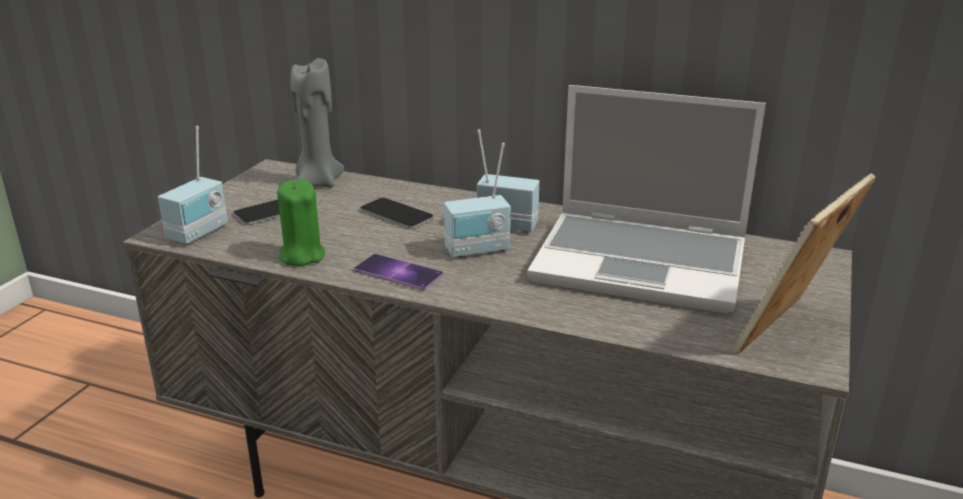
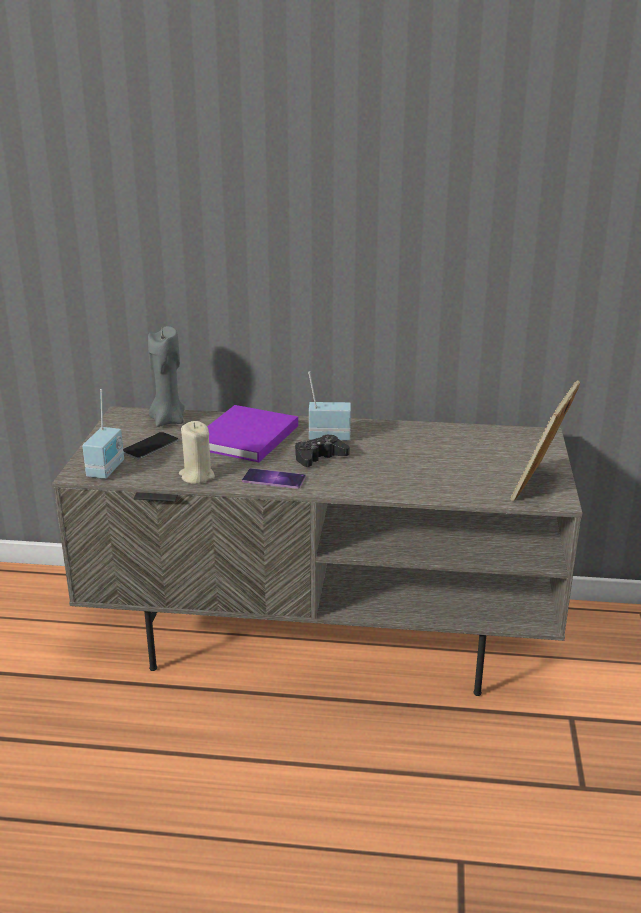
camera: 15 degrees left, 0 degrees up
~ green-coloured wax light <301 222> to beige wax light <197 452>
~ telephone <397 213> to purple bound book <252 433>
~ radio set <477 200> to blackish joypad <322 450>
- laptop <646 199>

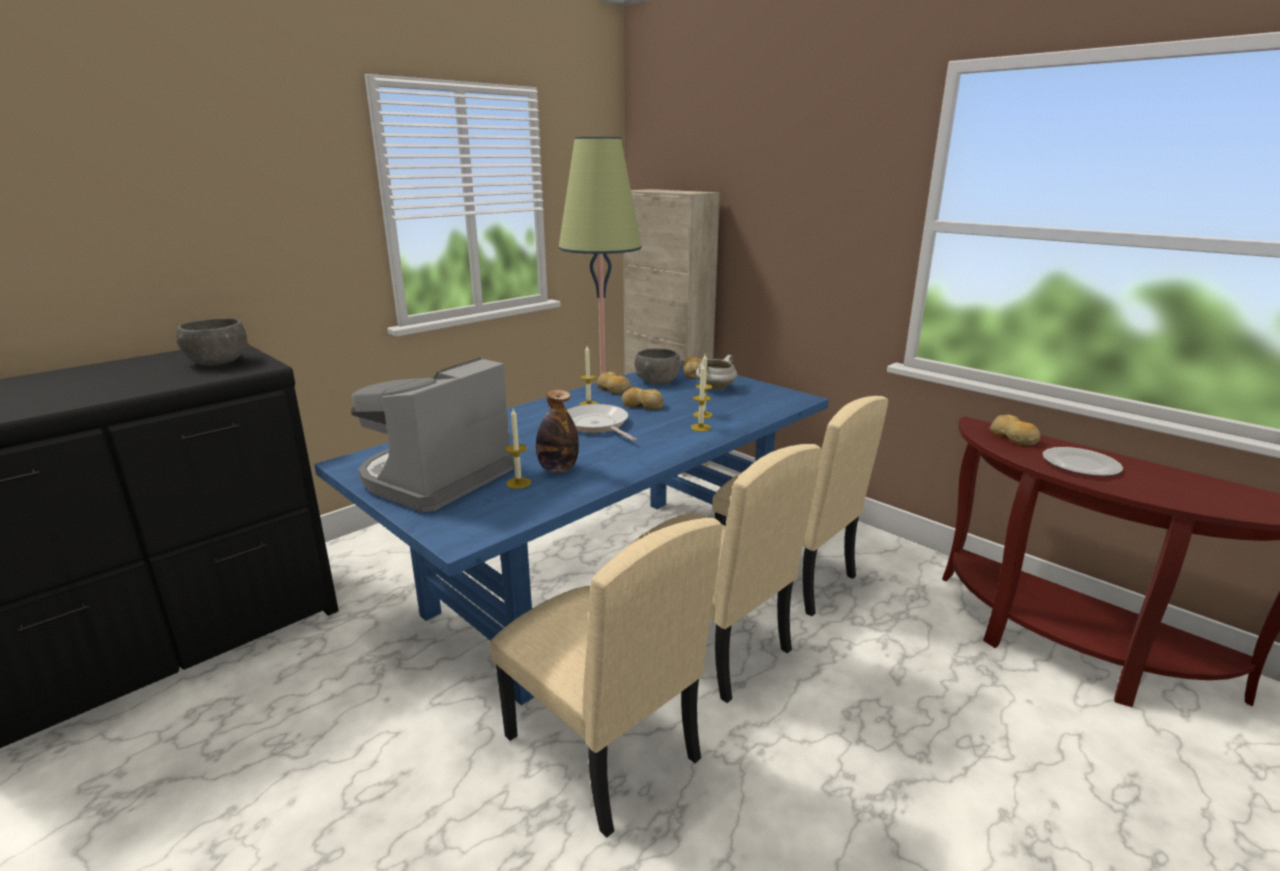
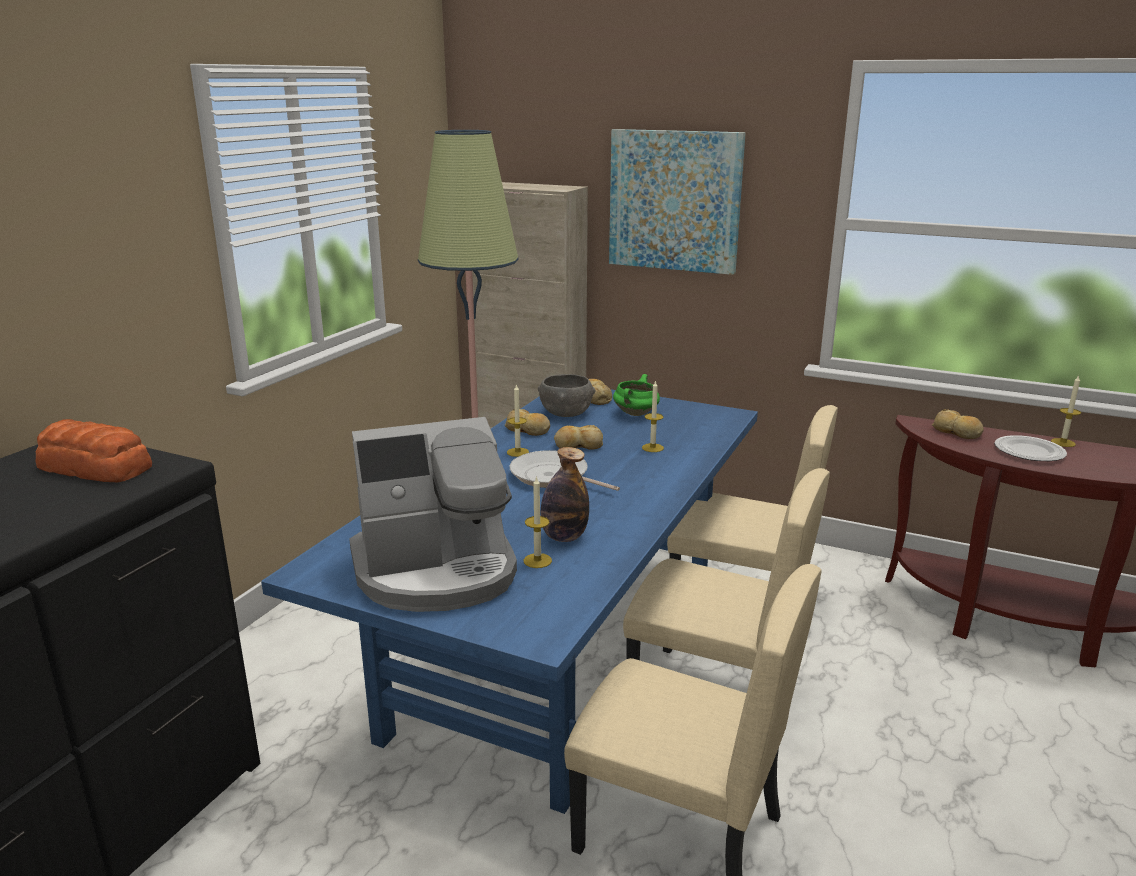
camera: 20 degrees left, 0 degrees up
~ grey serving bowl <212 341> to bakery bread <94 450>
~ coffee machine <432 434> = <433 514> 120 degrees counterclockwise
~ wax light <701 398> to <1066 411>
~ whitish stockpot <716 372> to green-coloured stockpot <636 395>
+ picture <677 202>

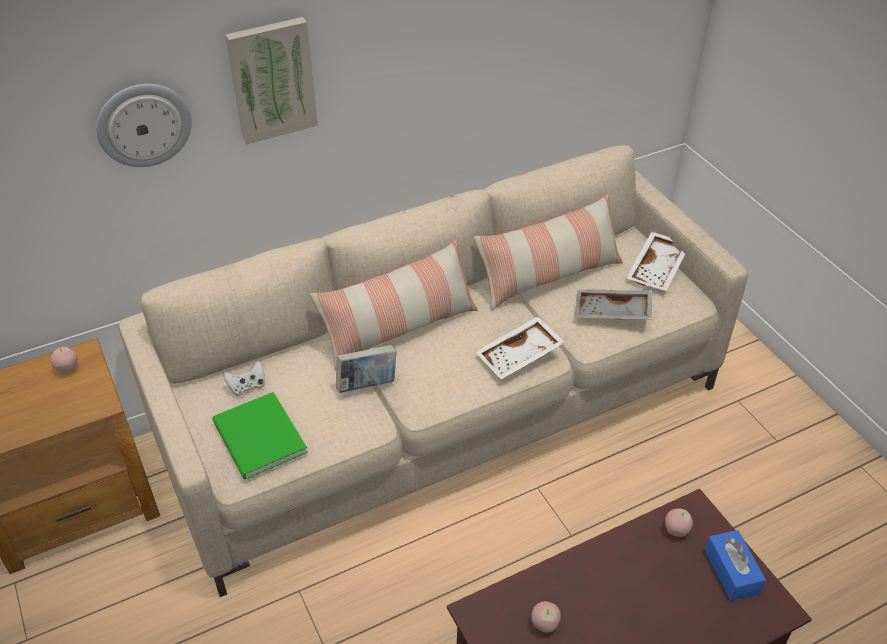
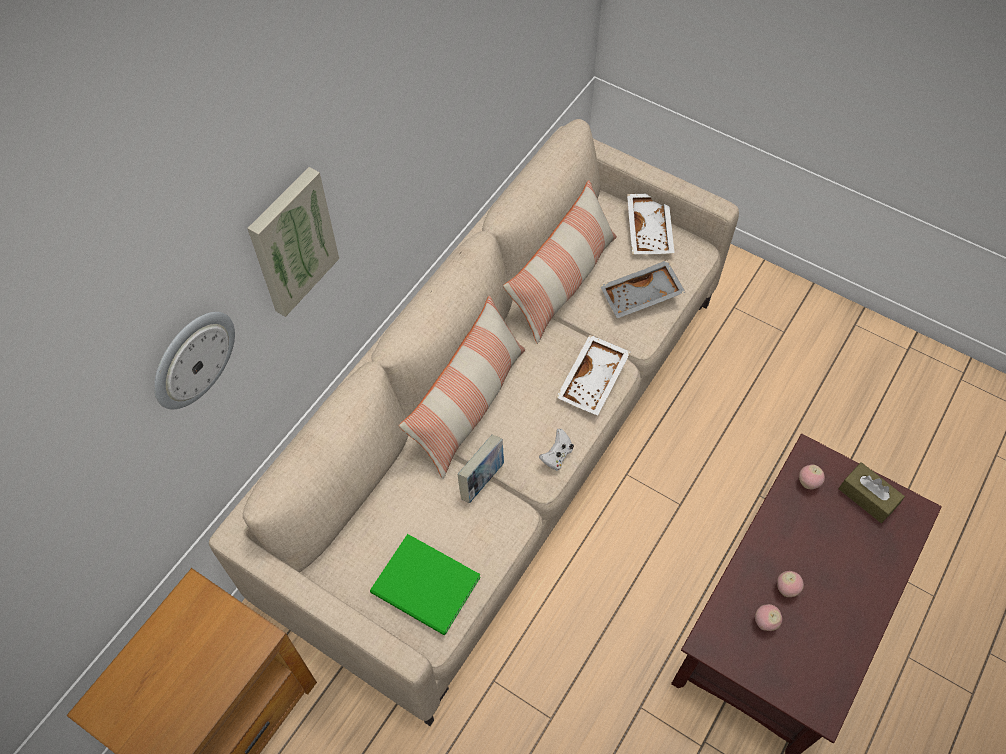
camera: 30 degrees left, 15 degrees up
~ apple <63 360> to <790 584>
~ whitish joypad <244 378> to <556 450>
~ bluish tissue box <735 565> to brown tissue box <871 492>

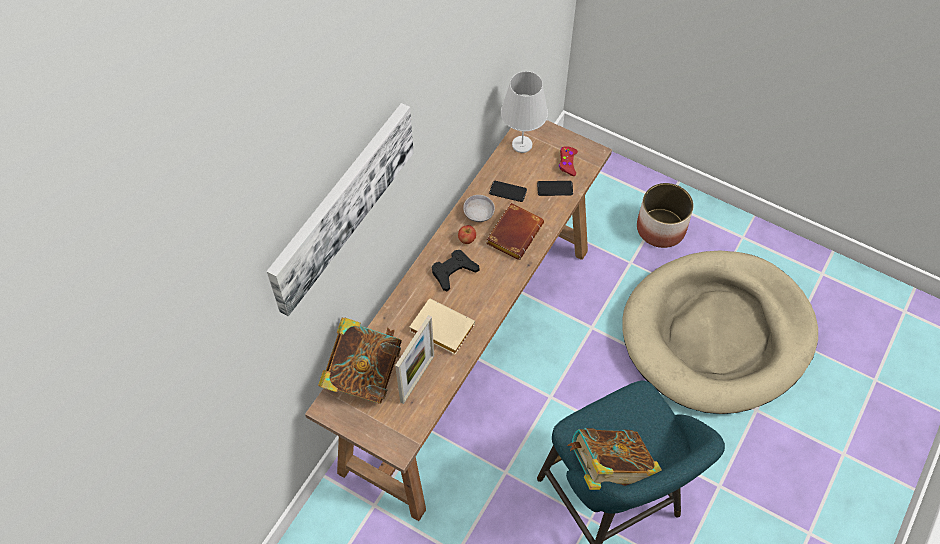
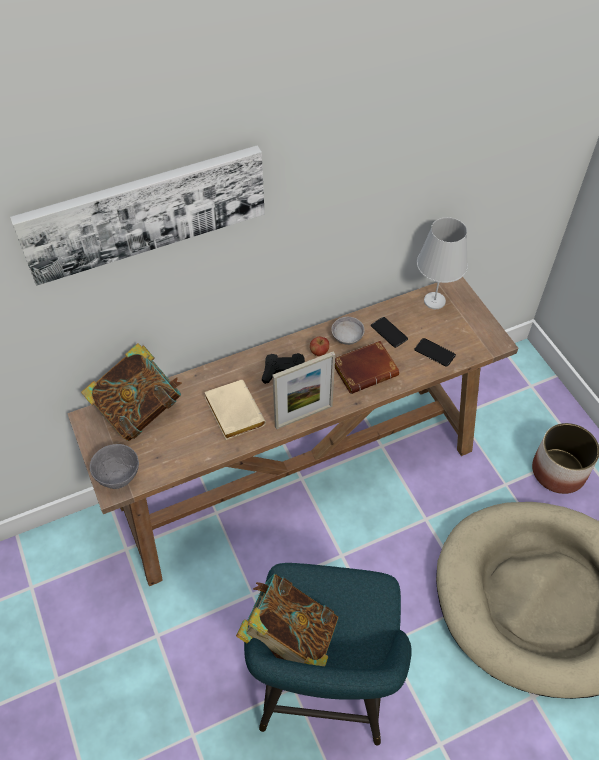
camera: 35 degrees right, 5 degrees down
~ standing frame <414 359> to <304 390>
- red joypad <568 161>
+ grey serving bowl <114 466>

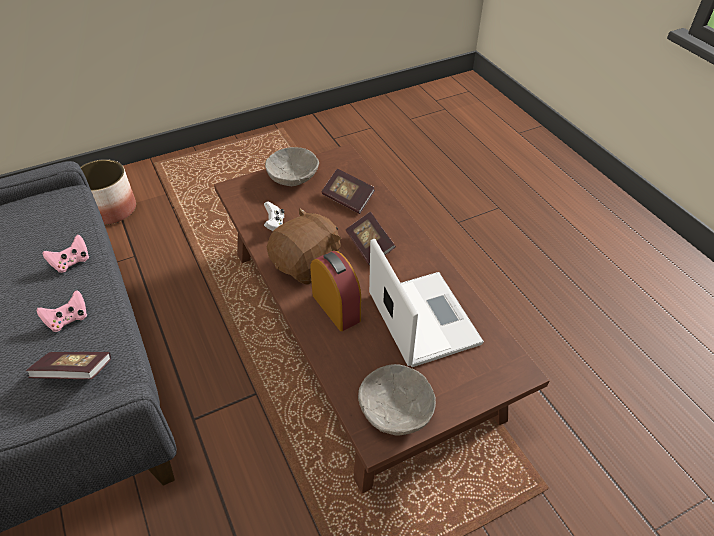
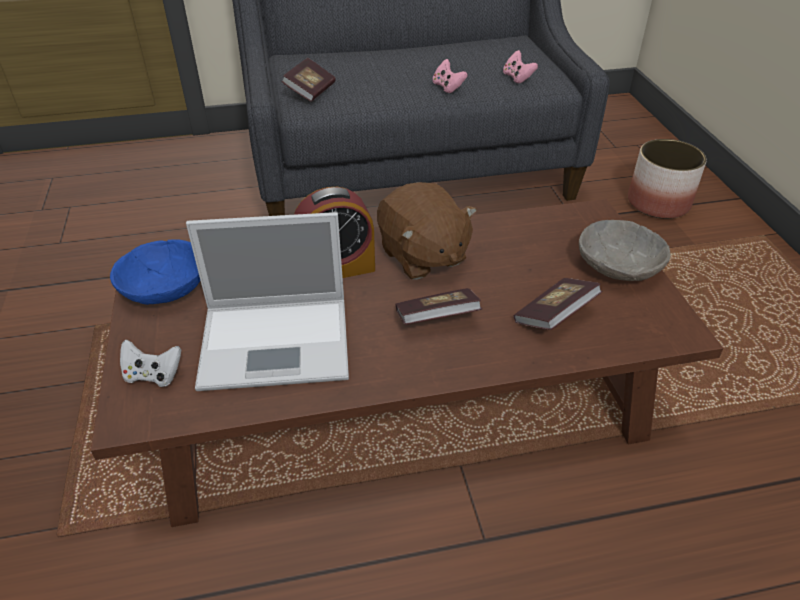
camera: 105 degrees right, 5 degrees down
~ pink-coloured joypad <61 311> to <520 67>
~ whitish joypad <274 216> to <150 363>
~ grey serving bowl <397 400> to bluish serving bowl <155 272>

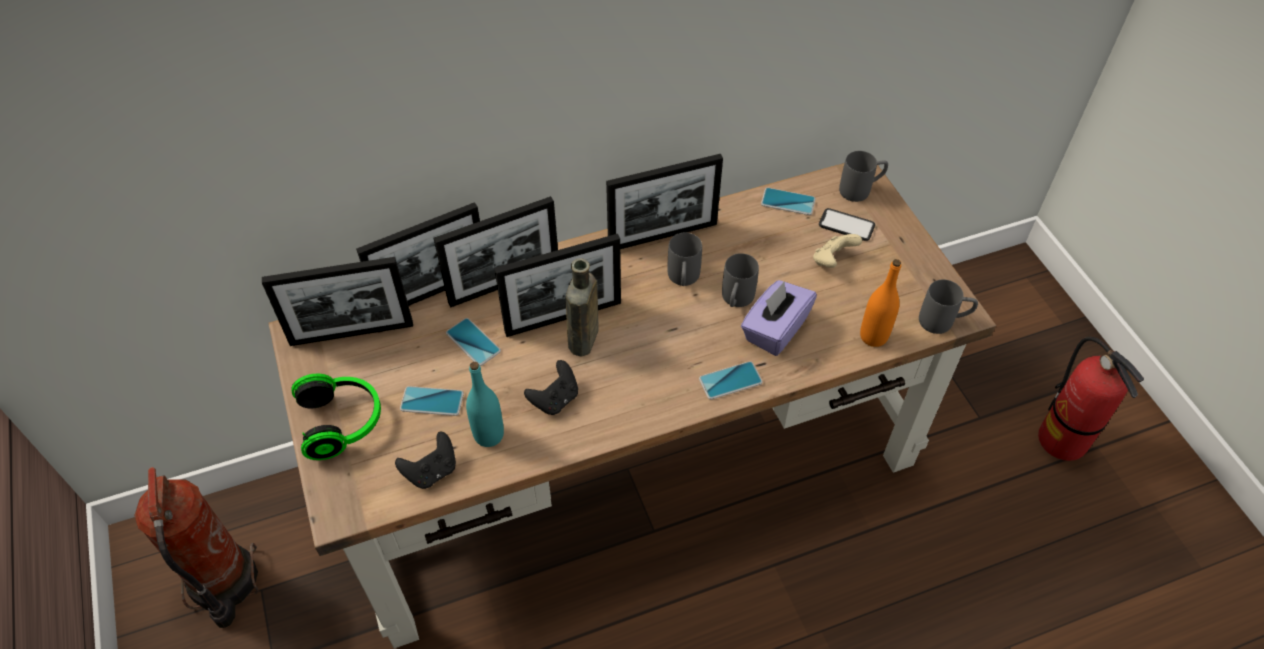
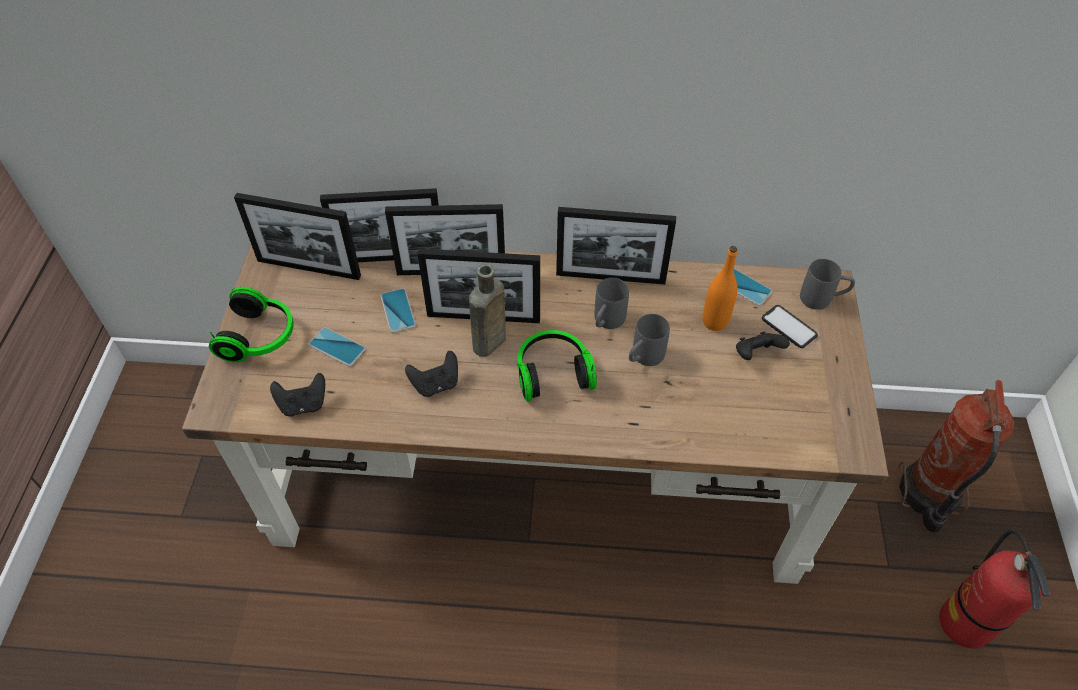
camera: 25 degrees right, 0 degrees up
~ extinguisher <196 547> to <956 456>
- blue-green bottle <485 404>
- telephone <731 380>
- purple tissue box <779 318>
~ beige joypad <837 251> to blackish joypad <763 346>
~ orangey bottle <880 303> to <720 288>
- grey coffee mug <948 306>
+ pair of headphones <557 366>

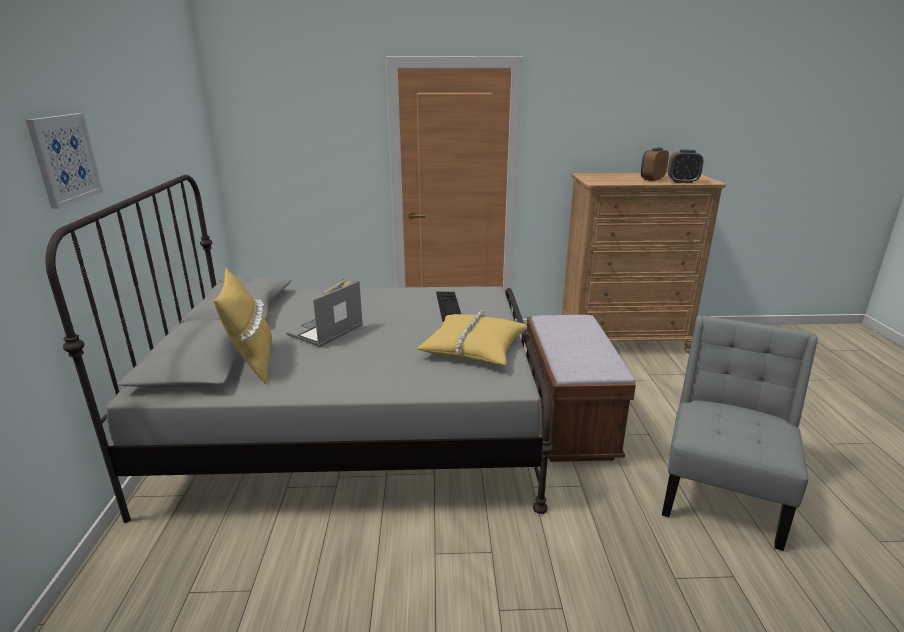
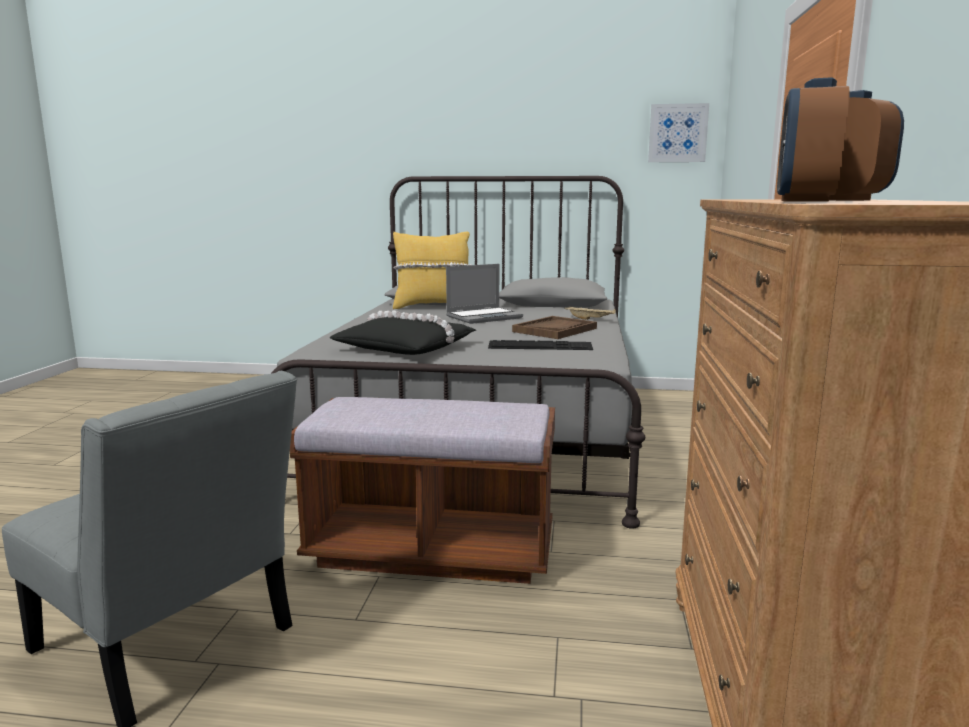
camera: 100 degrees right, 10 degrees down
~ picture <64 161> to <678 132>
~ laptop <324 314> = <484 294> 105 degrees clockwise
~ yellow cushion <471 337> to blackish cushion <402 333>
+ brown serving tray <554 327>

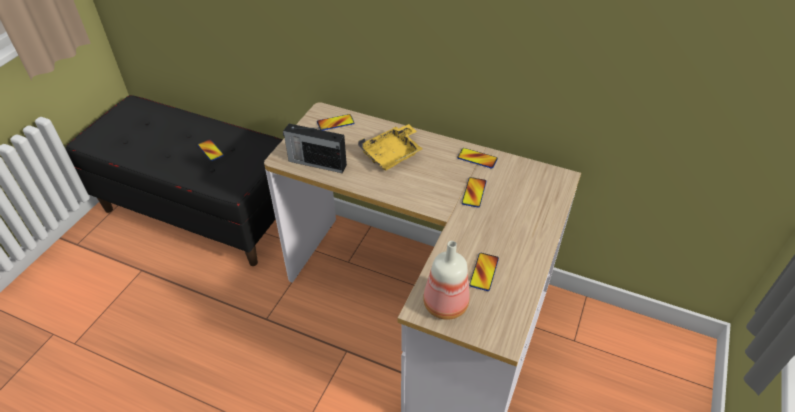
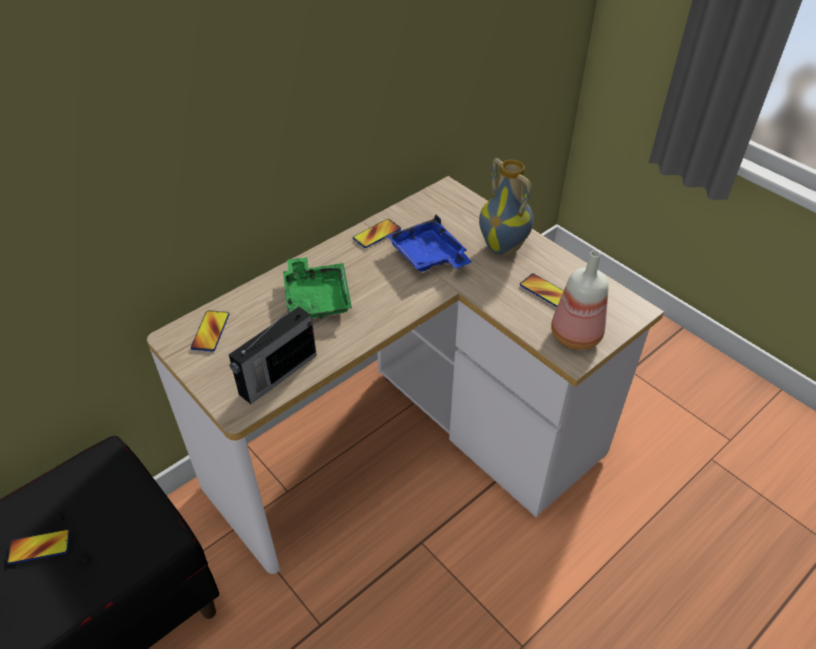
camera: 65 degrees left, 0 degrees up
~ yellow serving tray <390 147> to green-coloured serving tray <317 288>
~ telephone <474 192> to bluish serving tray <429 243>
+ flower vase <506 206>

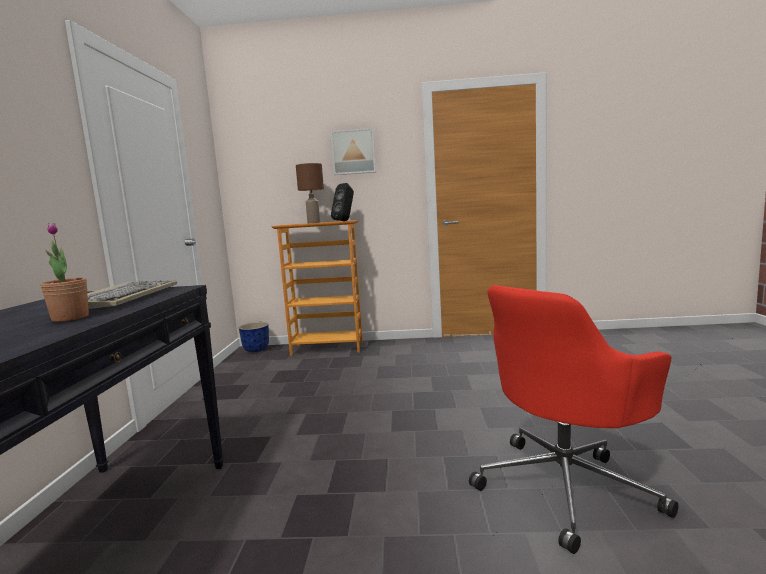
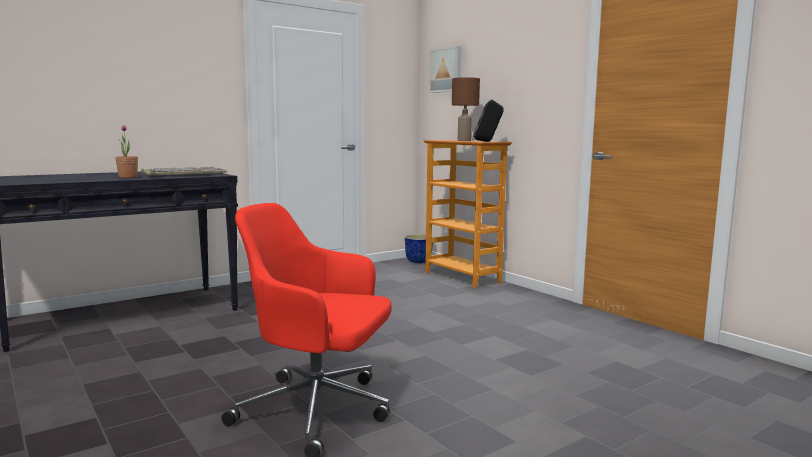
camera: 50 degrees right, 0 degrees up
~ picture <353 151> to <445 69>

